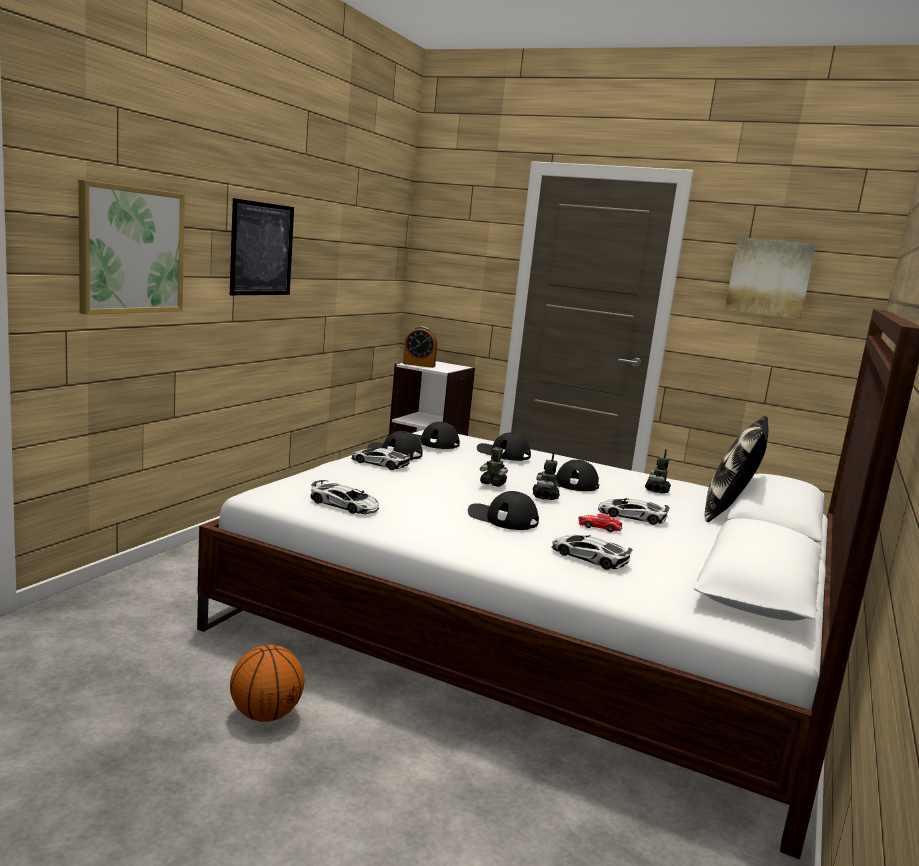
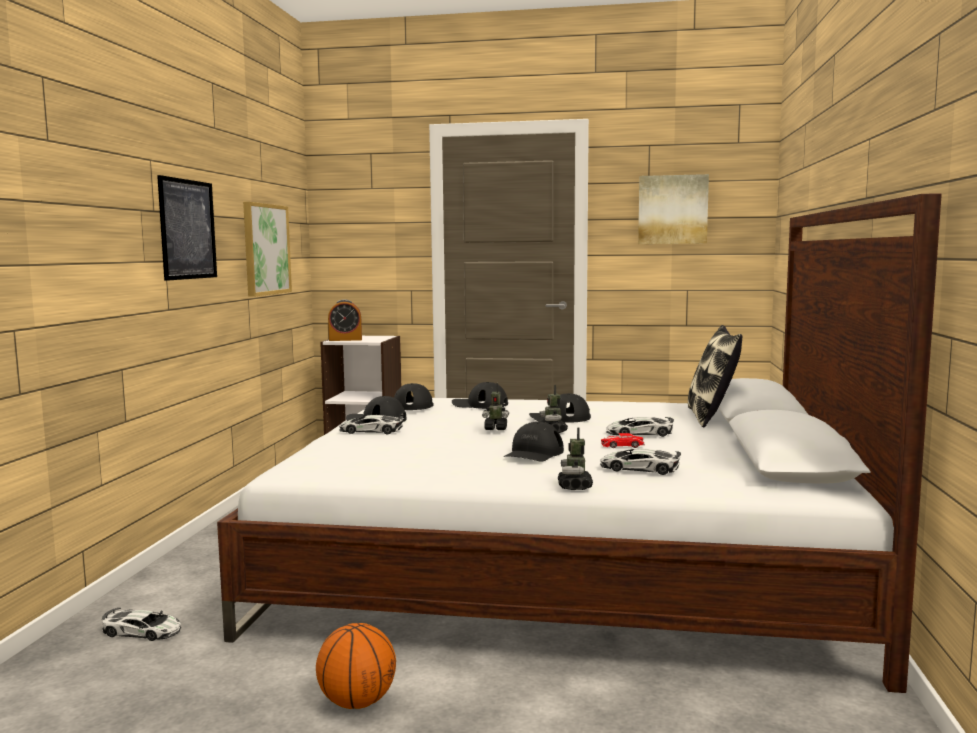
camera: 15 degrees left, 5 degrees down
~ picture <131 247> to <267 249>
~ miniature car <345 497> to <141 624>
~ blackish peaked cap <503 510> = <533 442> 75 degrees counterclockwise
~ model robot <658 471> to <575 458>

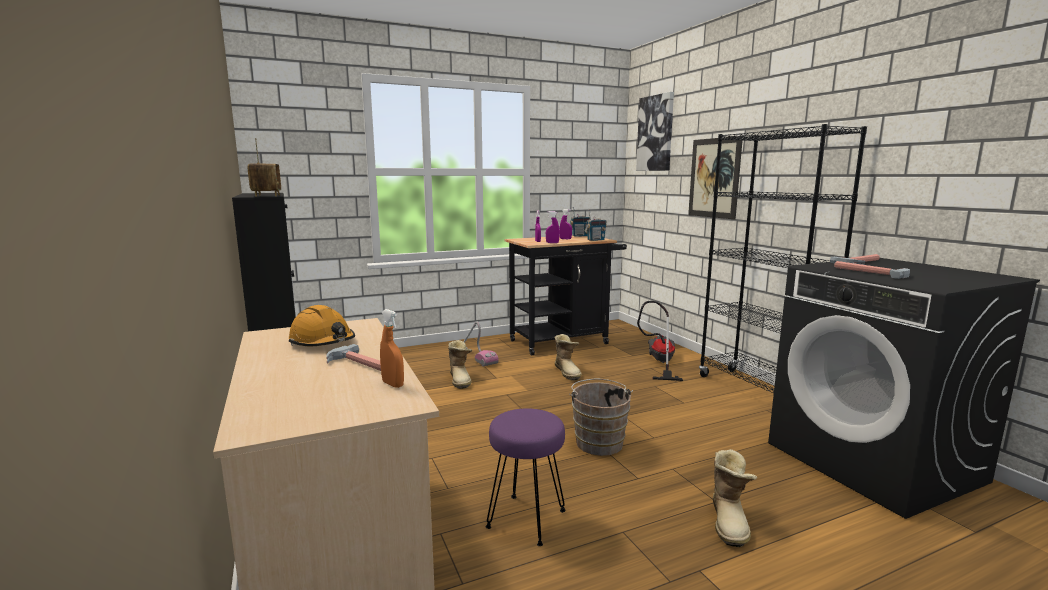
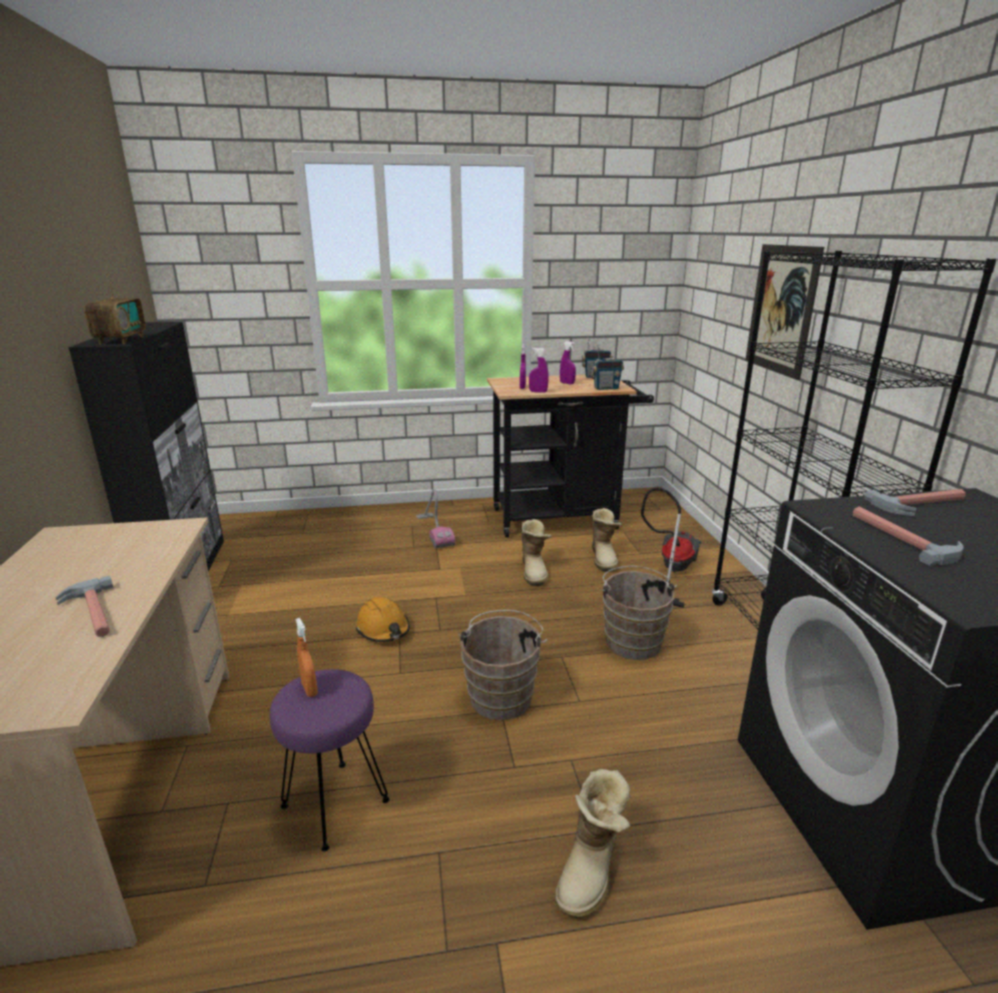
camera: 15 degrees right, 10 degrees up
~ orangey safety helmet <322 325> to <383 619>
~ orangey spray bottle <392 348> to <306 657>
~ tall boot <460 364> to <607 540>
- picture <655 131>
+ brown water bucket <638 613>

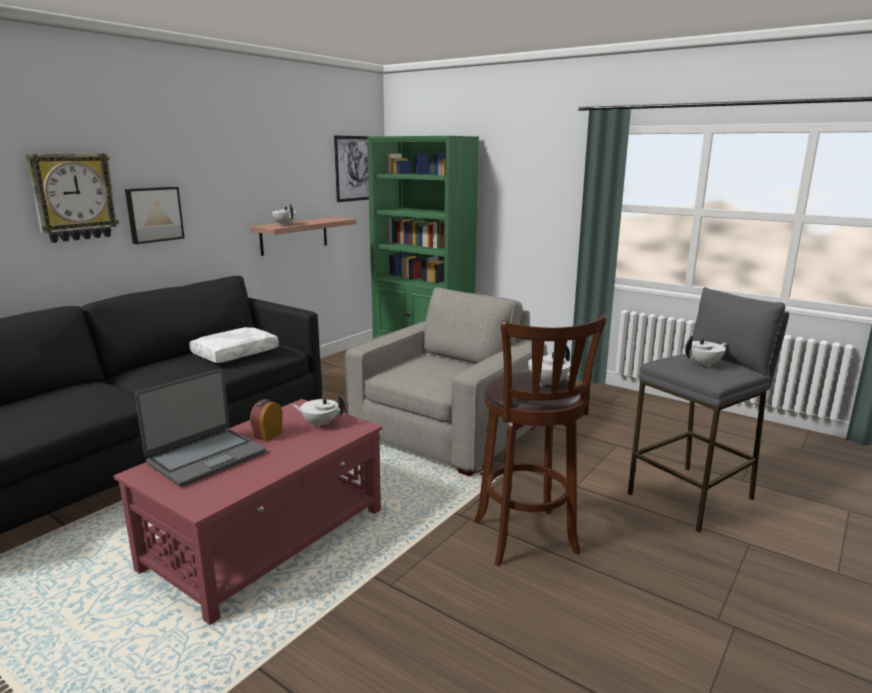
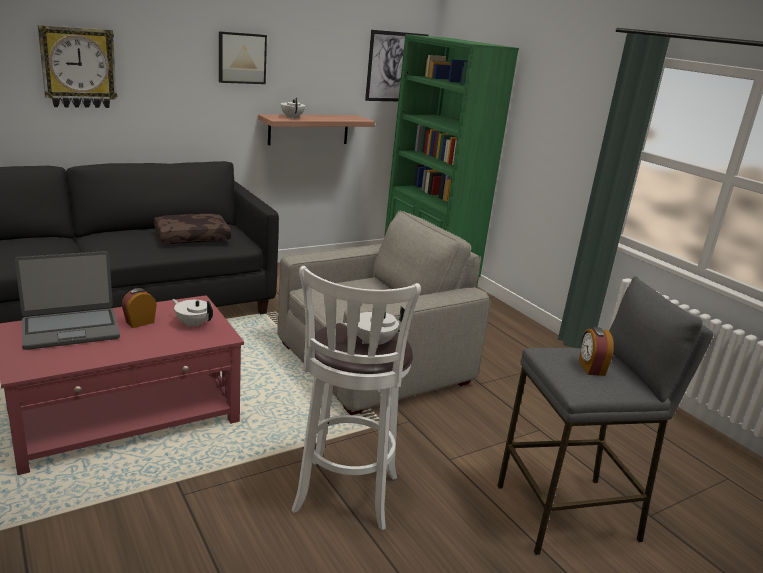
camera: 20 degrees right, 5 degrees up
~ picture <155 215> to <243 57>
~ whitish cushion <234 345> to brown cushion <193 229>
~ brown stool seat <540 440> to whitish stool seat <356 398>
~ whitish teapot <706 352> to table clock <596 351>

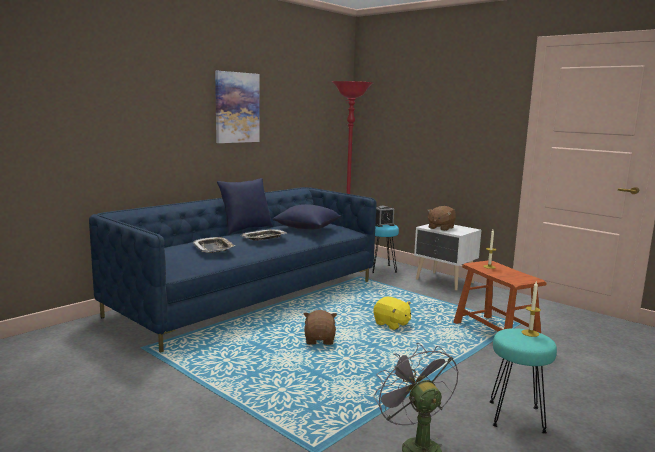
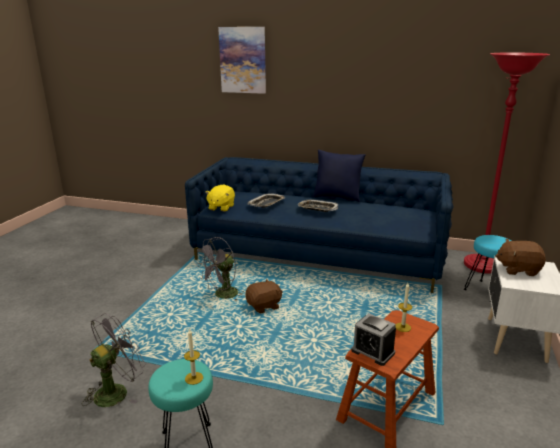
camera: 65 degrees right, 10 degrees up
~ picture <237 107> to <242 60>
- bluish cushion <307 216>
~ yellow cuddly toy <392 313> to <220 198>
~ table clock <385 216> to <373 339>
+ grey electric fan <220 269>

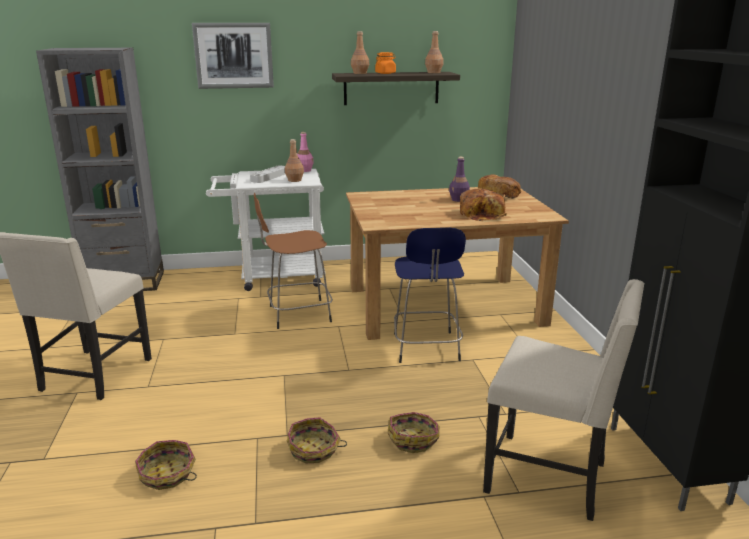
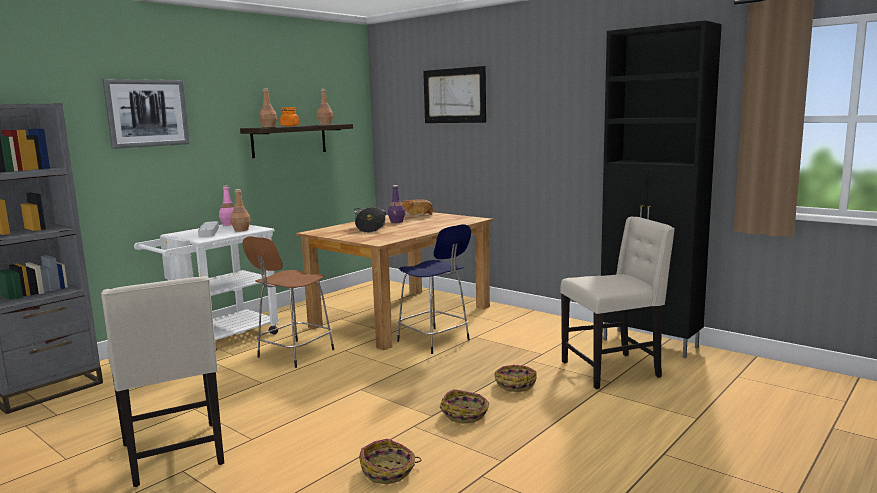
camera: 40 degrees left, 10 degrees down
- bakery bread <483 204>
+ stockpot <370 220>
+ picture <454 94>

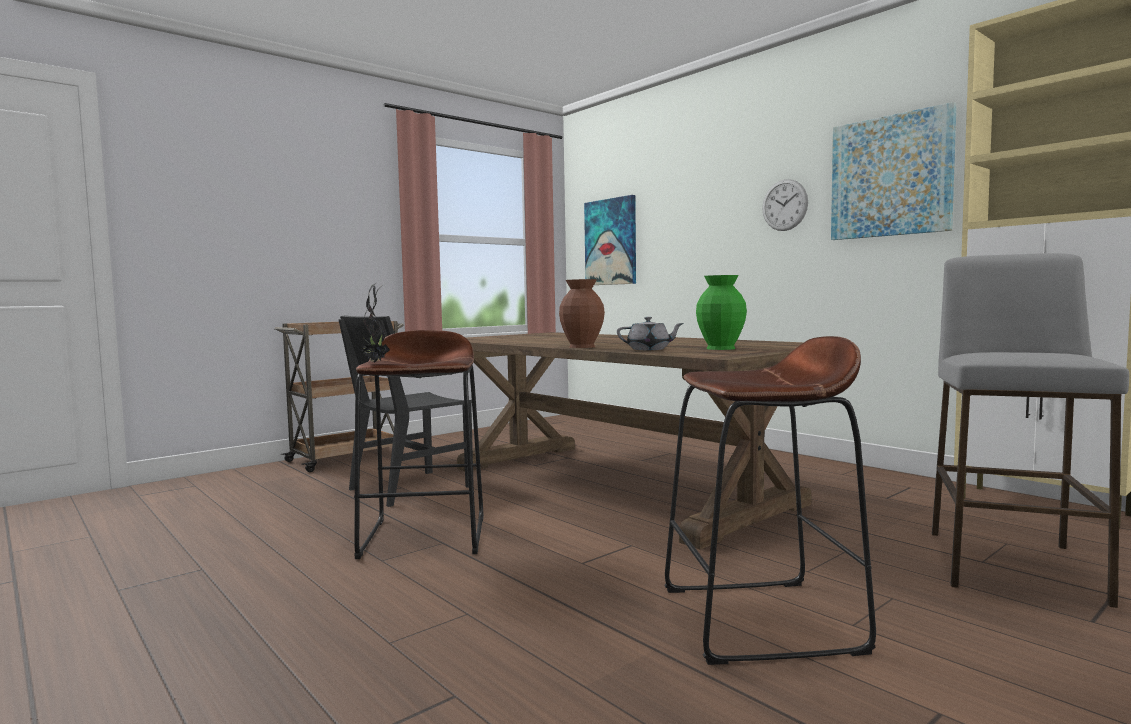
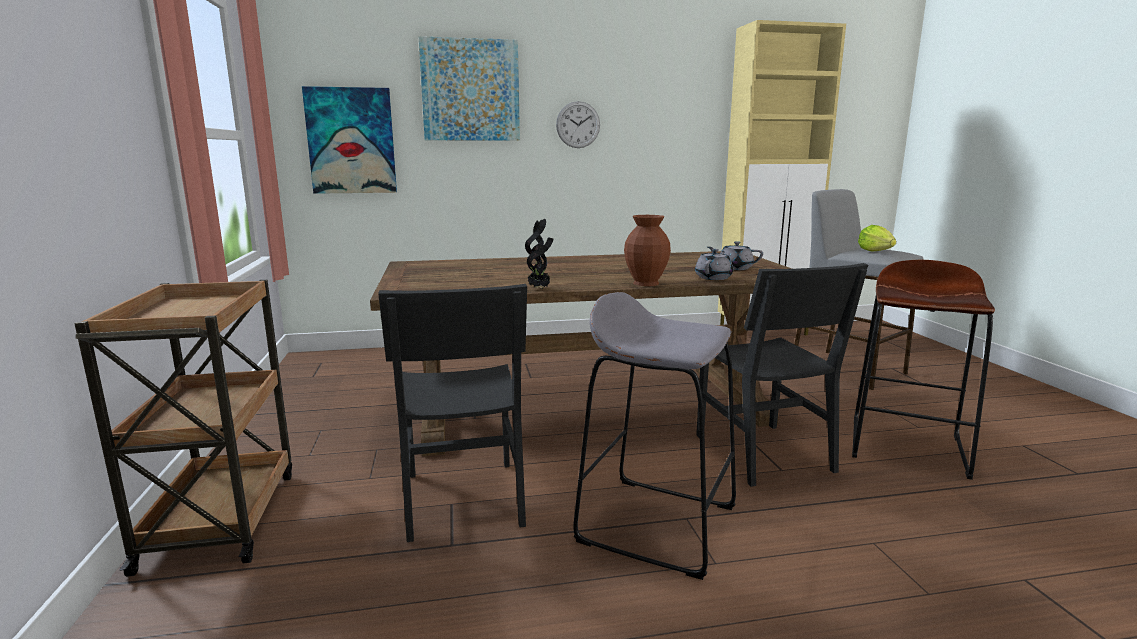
camera: 60 degrees left, 10 degrees up
~ brown stool seat <419 444> to grey stool seat <654 436>
~ plant in a pot <375 323> to <539 254>
~ green-coloured flower vase <721 312> to grey teapot <735 255>
~ picture <894 171> to <469 88>
+ blackish upright chair <782 375>
+ lettuce head <877 238>

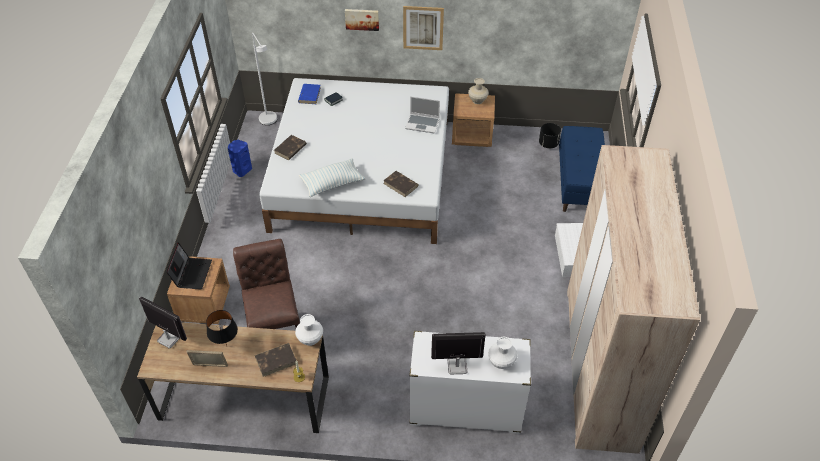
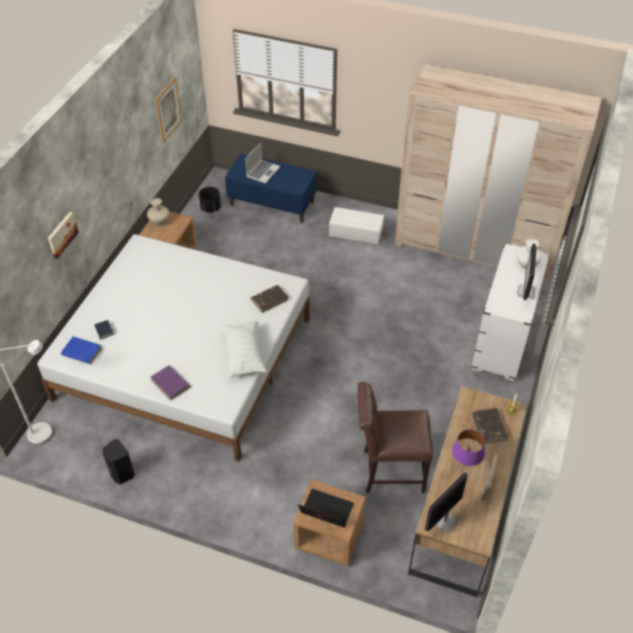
camera: 75 degrees left, 0 degrees up
~ blackish lamp for a table <222 328> to purple lamp for a table <468 449>
~ bluish loudspeaker <240 158> to blackish loudspeaker <119 461>
~ brown bound book <290 147> to purple bound book <170 382>
- whitish flower vase <309 330>
~ picture <423 28> to <168 110>
~ laptop <422 114> to <262 163>

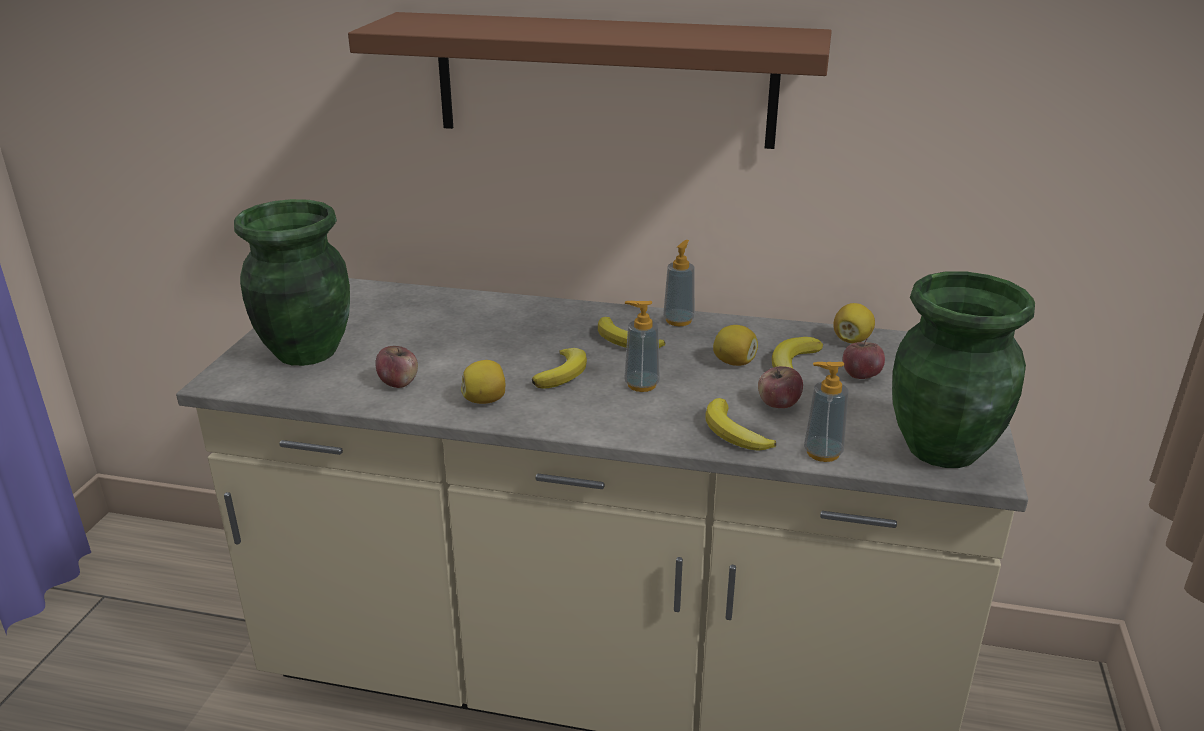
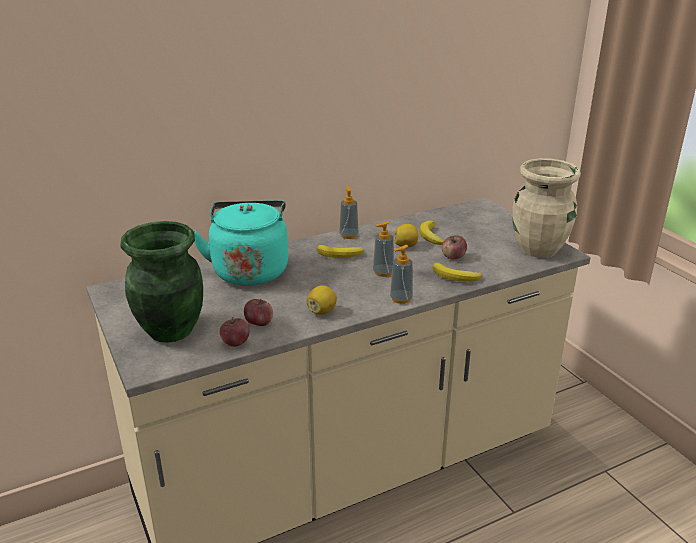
camera: 40 degrees left, 0 degrees up
- brown bracket shelf <590 80>
- whole banana <559 368>
~ soap dispenser <826 412> to <401 274>
- lemon <854 323>
~ apple <864 358> to <235 332>
~ green-coloured flower vase <963 370> to beige flower vase <546 208>
+ blue-green kettle <241 243>

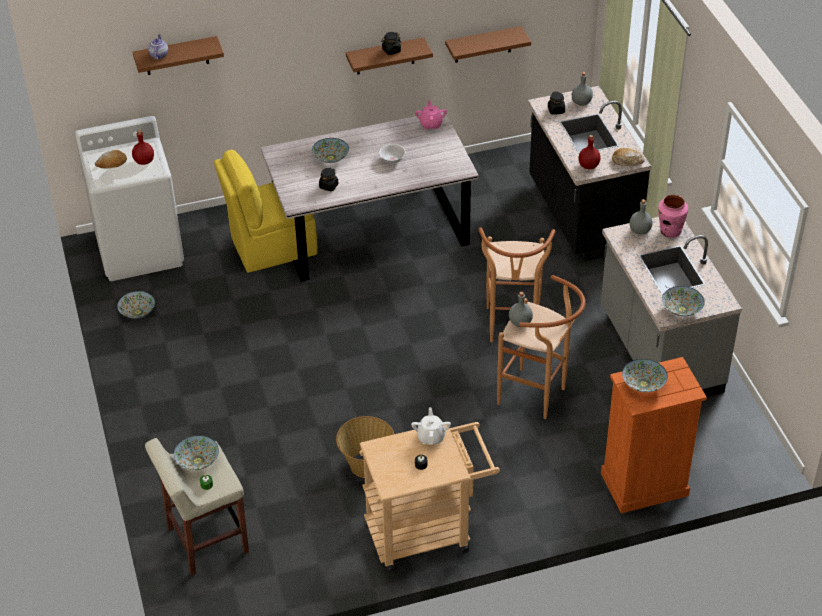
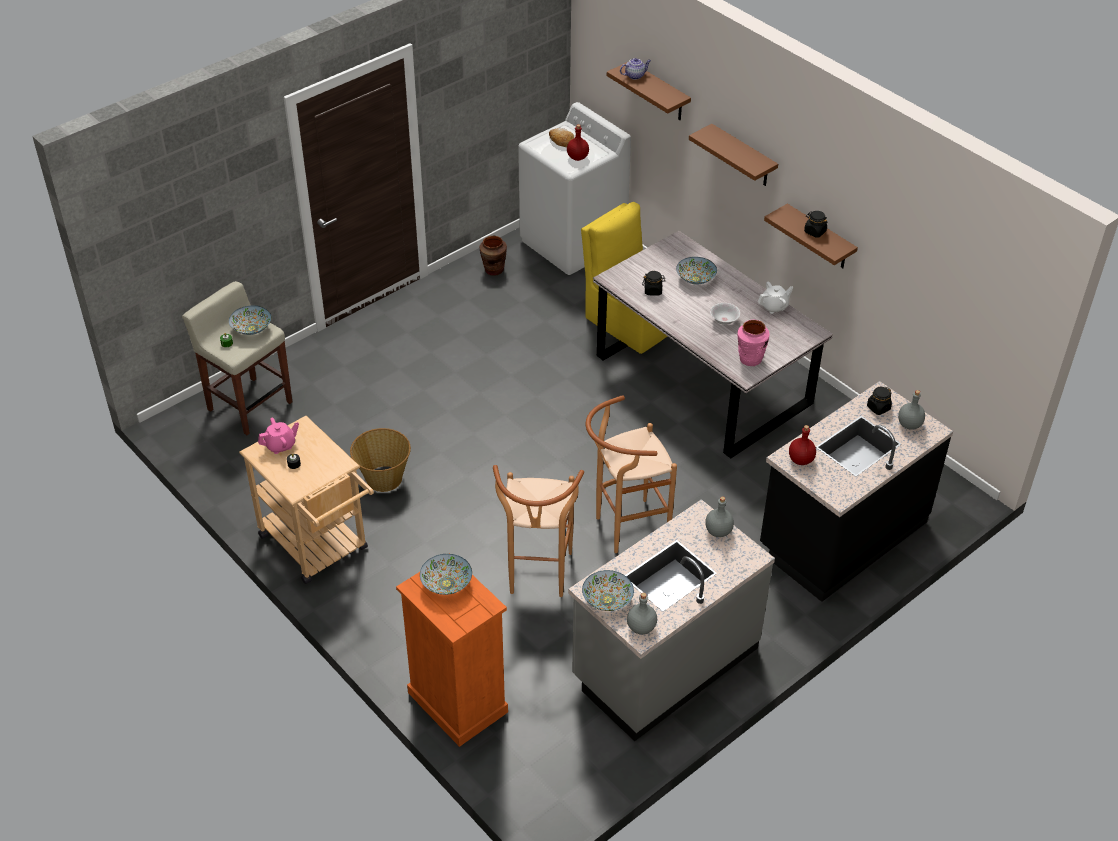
camera: 65 degrees right, 0 degrees up
~ serving bowl <136 305> to brown flower vase <493 256>
~ whitish teapot <431 426> to <775 297>
~ pink-coloured teapot <431 115> to <278 436>
~ brown bracket shelf <488 44> to <733 155>
~ grey bottle <521 309> to <642 614>
- bakery bread <628 157>
~ pink-coloured flower vase <673 216> to <753 343>

